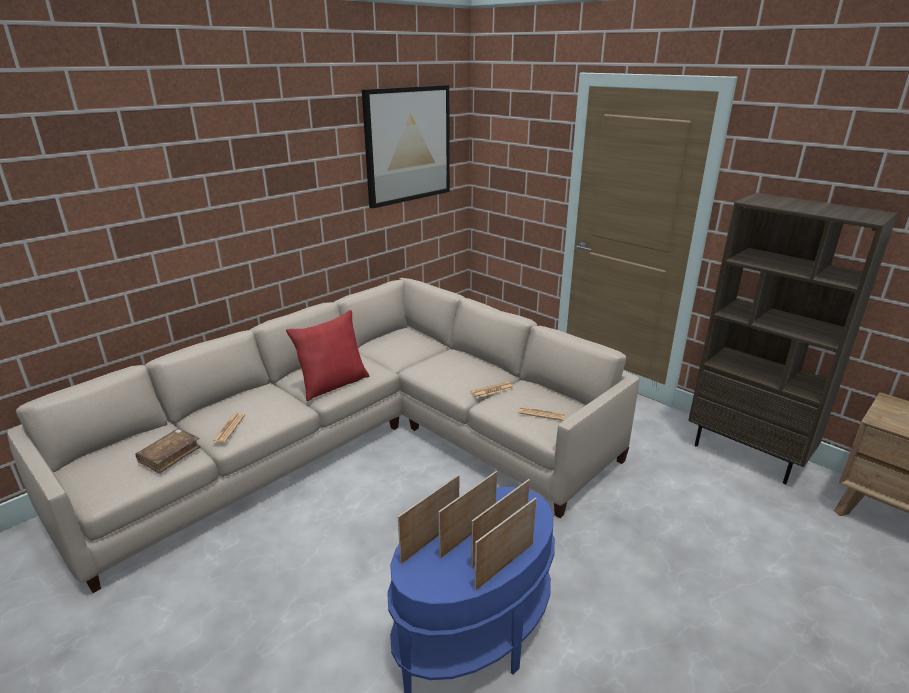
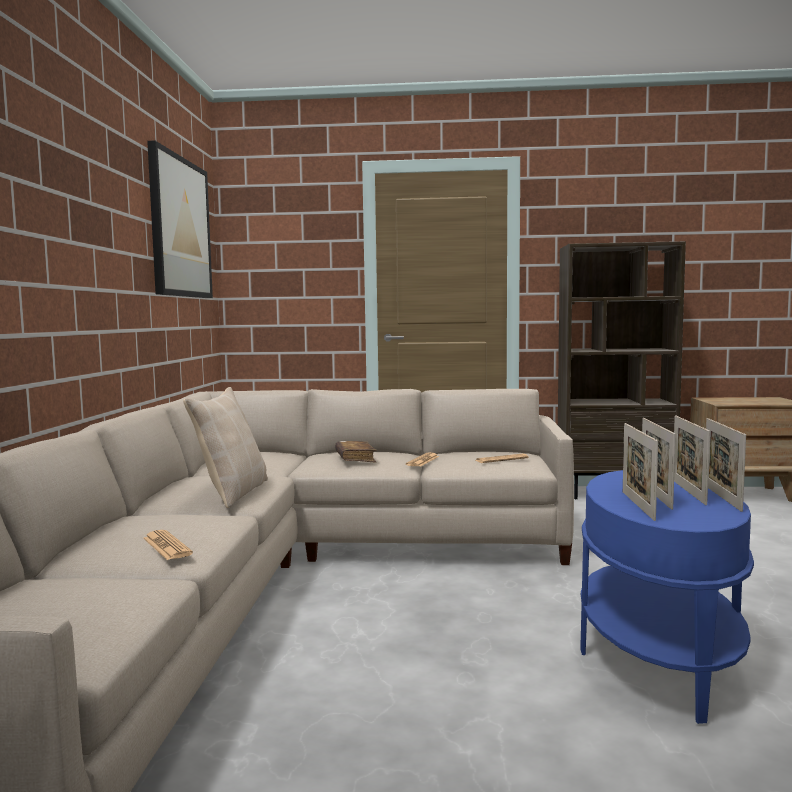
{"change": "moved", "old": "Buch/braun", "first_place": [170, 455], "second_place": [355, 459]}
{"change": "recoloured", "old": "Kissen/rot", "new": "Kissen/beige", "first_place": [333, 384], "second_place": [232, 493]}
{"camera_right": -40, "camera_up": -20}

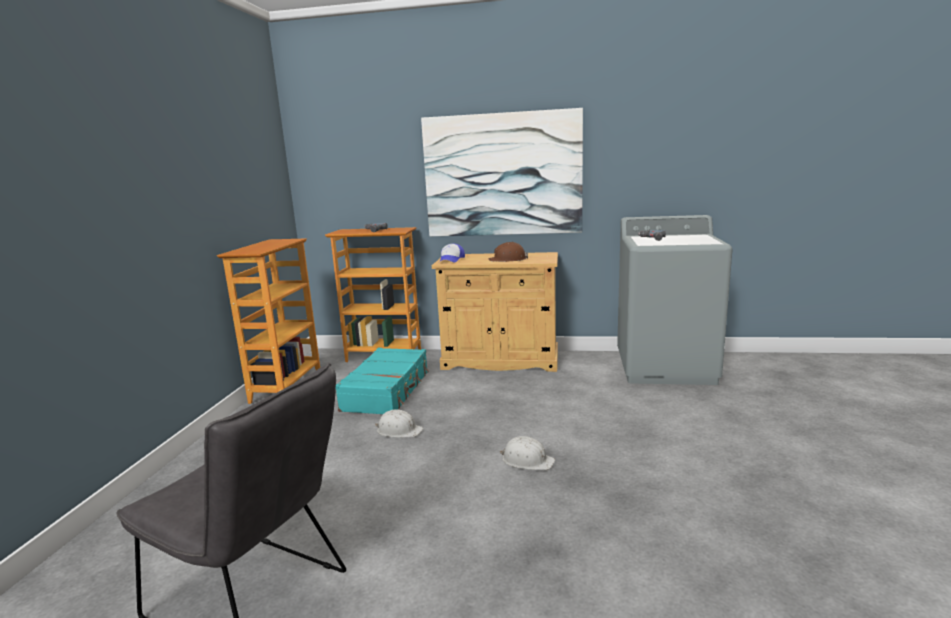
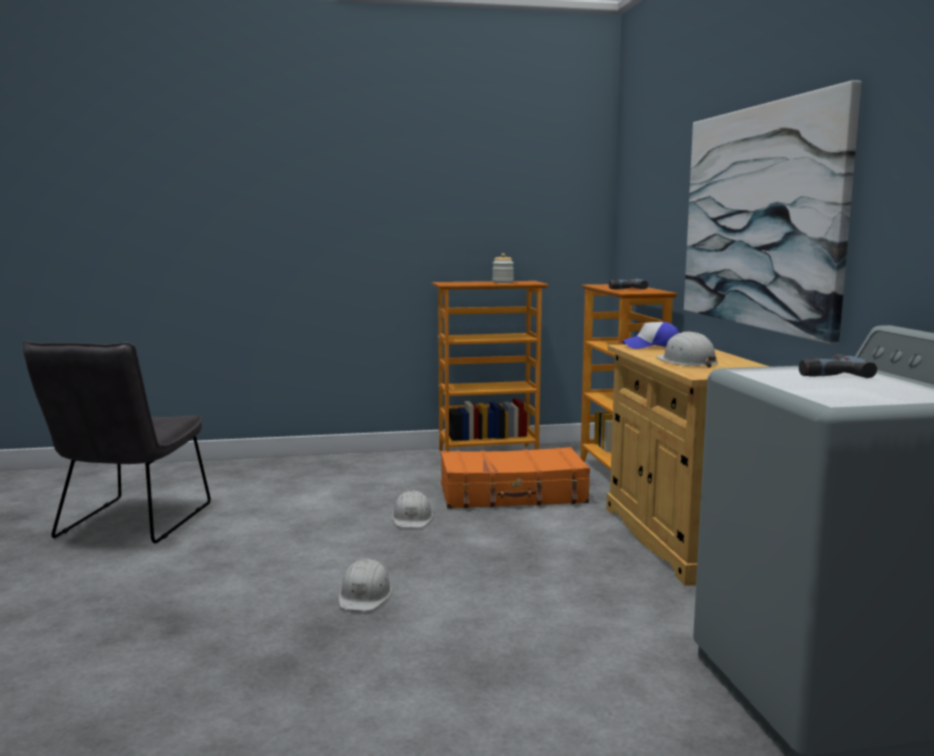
{"change": "recoloured", "old": "Koffer/türkis", "new": "Koffer/orange", "first_place": [387, 391], "second_place": [513, 495]}
{"change": "recoloured", "old": "Schutzhelm/braun", "new": "Schutzhelm/weiß", "first_place": [508, 259], "second_place": [686, 362]}
{"change": "added", "new": "Vorratsglas", "second_place": [502, 282]}
{"camera_right": 70, "camera_up": -5}

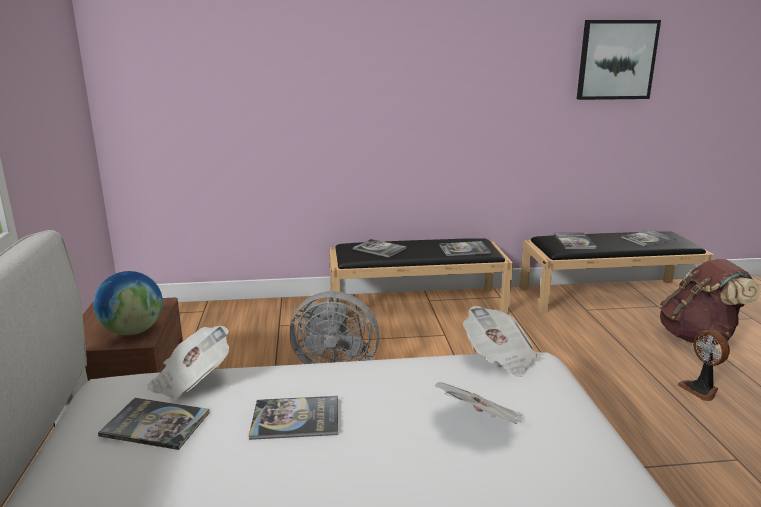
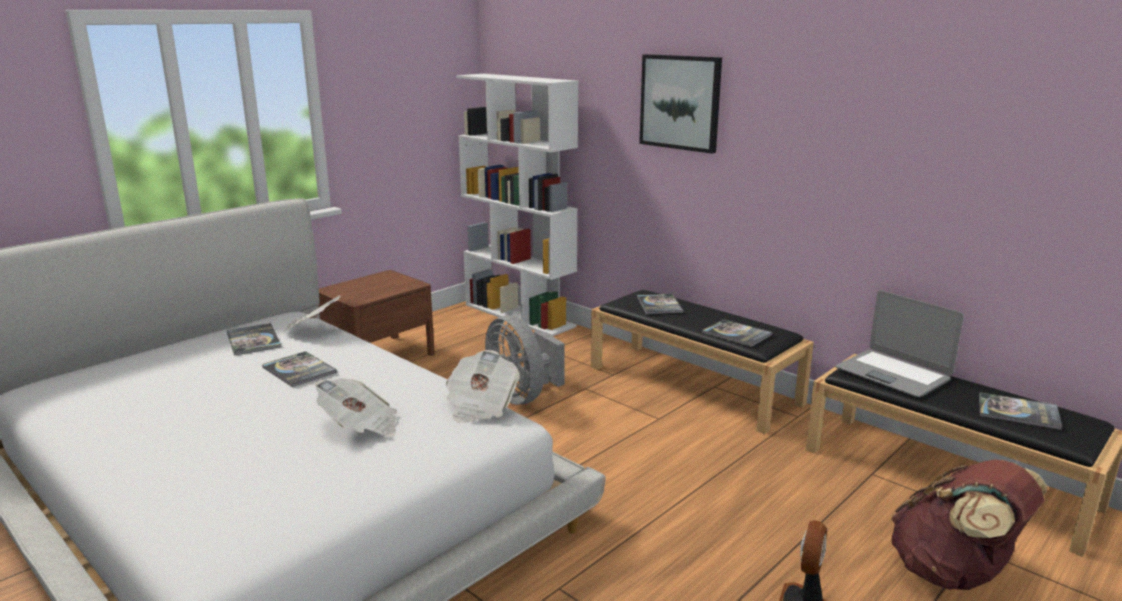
{"change": "removed", "old": "Globus", "first_place": [133, 331]}
{"change": "replaced", "old": "Buch", "new": "Laptop", "first_place": [574, 242], "second_place": [893, 374]}
{"change": "moved", "old": "Bild", "first_place": [616, 60], "second_place": [680, 102]}
{"change": "added", "new": "Bücherregal/weiß", "second_place": [520, 315]}
{"camera_right": 50, "camera_up": 0}

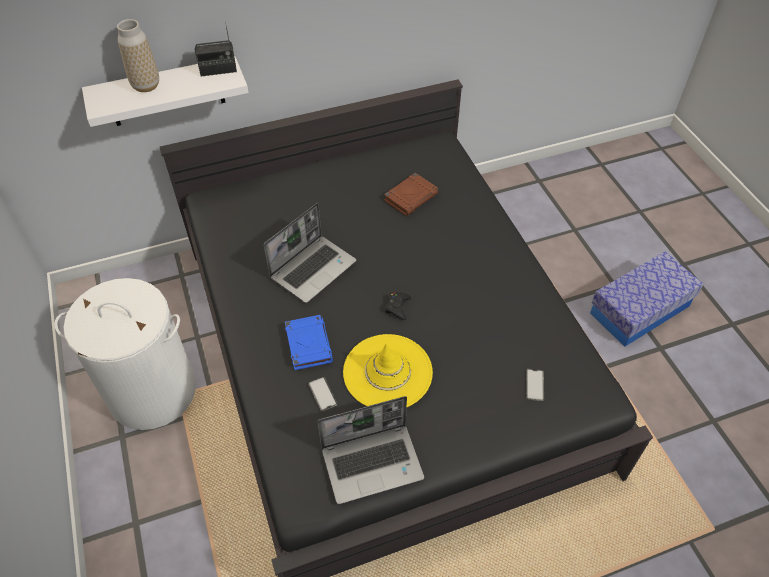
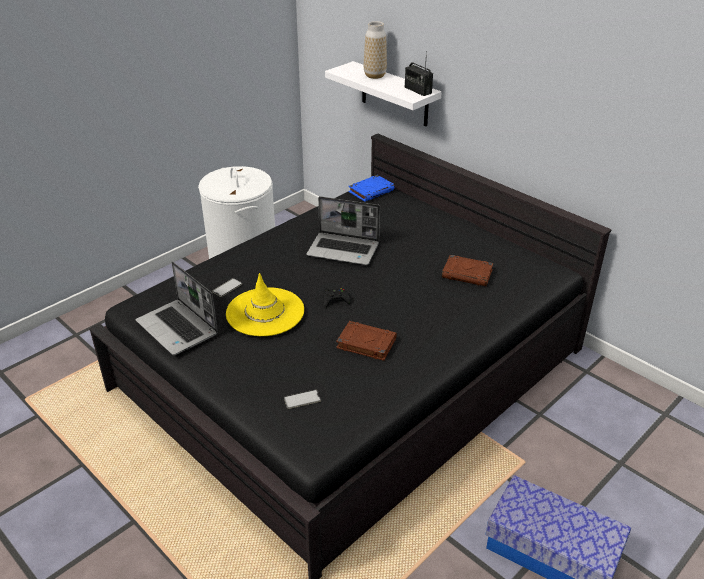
{"change": "moved", "old": "Buch/blau", "first_place": [308, 344], "second_place": [371, 191]}
{"change": "added", "new": "Buch/braun", "second_place": [365, 343]}
{"camera_right": 65, "camera_up": -15}

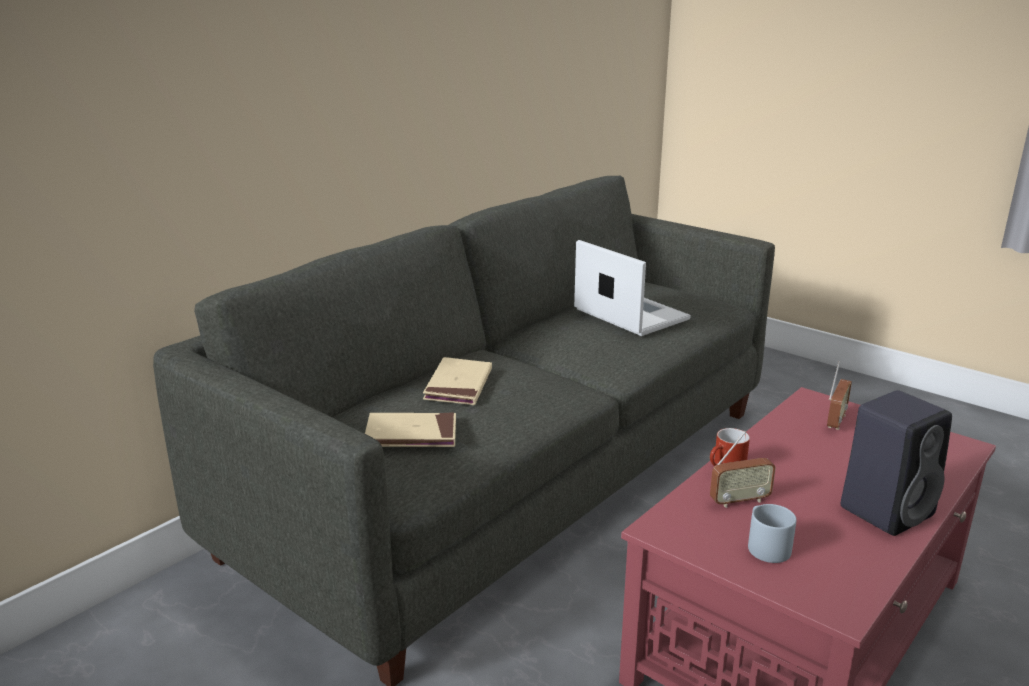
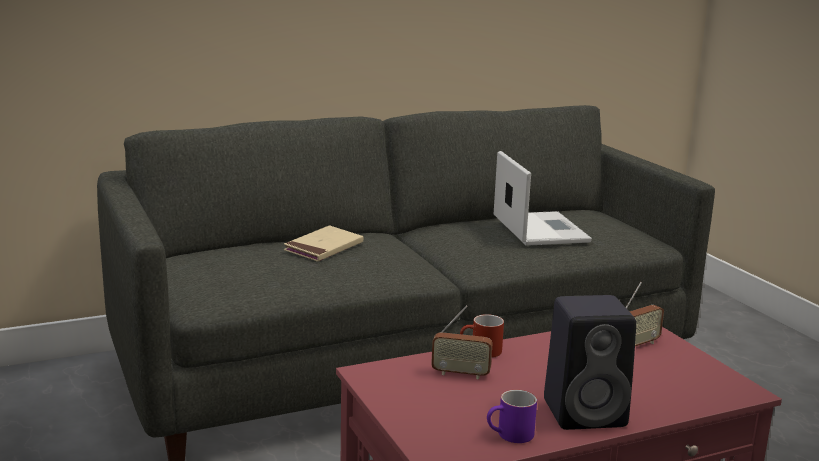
{"change": "removed", "old": "Buch/beige", "first_place": [411, 434]}
{"change": "removed", "old": "Henkelbecher/grau", "first_place": [764, 545]}
{"change": "added", "new": "Henkelbecher/lila", "second_place": [510, 436]}
{"camera_right": 25, "camera_up": -5}

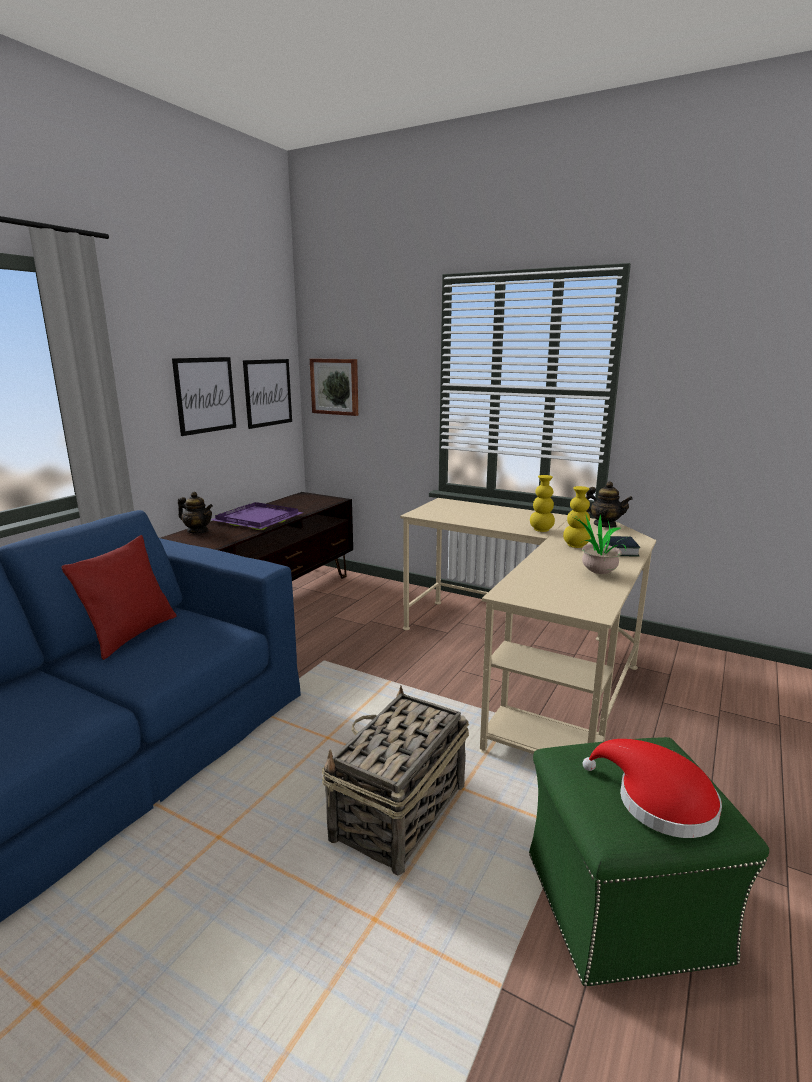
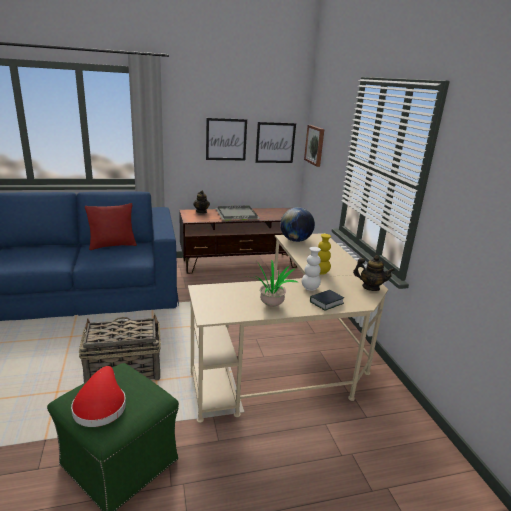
{"change": "recoloured", "old": "Tablett/lila", "new": "Tablett/grau", "first_place": [258, 519], "second_place": [236, 215]}
{"change": "recoloured", "old": "Vase/gelb", "new": "Vase/weiß", "first_place": [575, 546], "second_place": [310, 288]}
{"change": "turned", "old": "Teekanne", "first_place": [604, 525], "second_place": [370, 287], "degrees": -60}
{"change": "added", "new": "Globus", "second_place": [295, 240]}
{"camera_right": 45, "camera_up": 5}

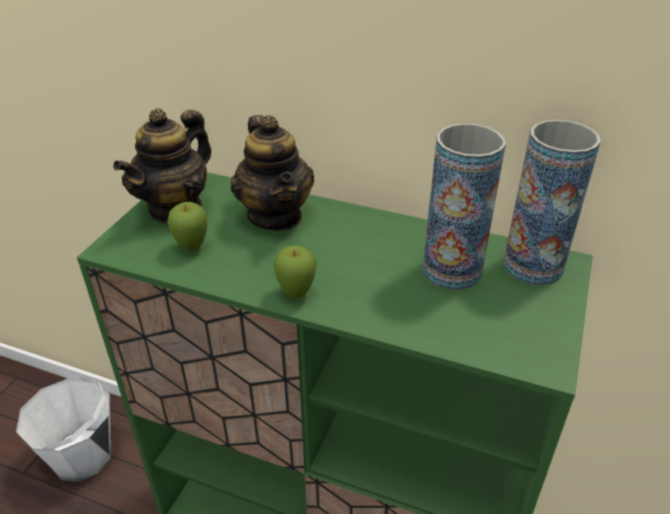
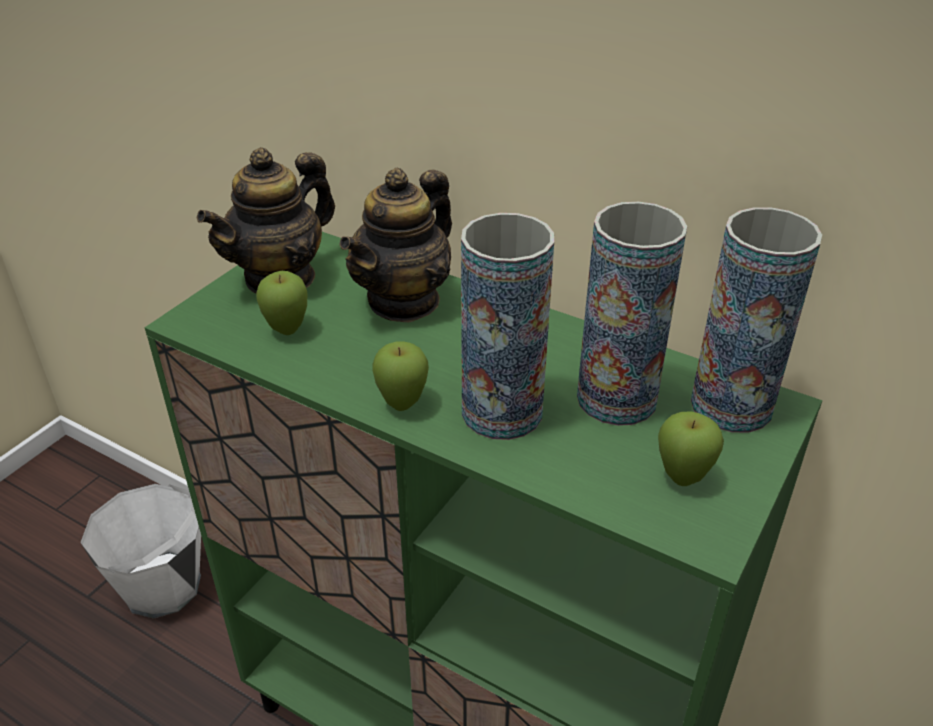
{"change": "turned", "old": "Teekanne", "first_place": [276, 216], "second_place": [404, 301], "degrees": 45}
{"change": "added", "new": "Vase", "second_place": [502, 412]}
{"change": "added", "new": "Apfel", "second_place": [682, 478]}
{"camera_right": 10, "camera_up": 0}

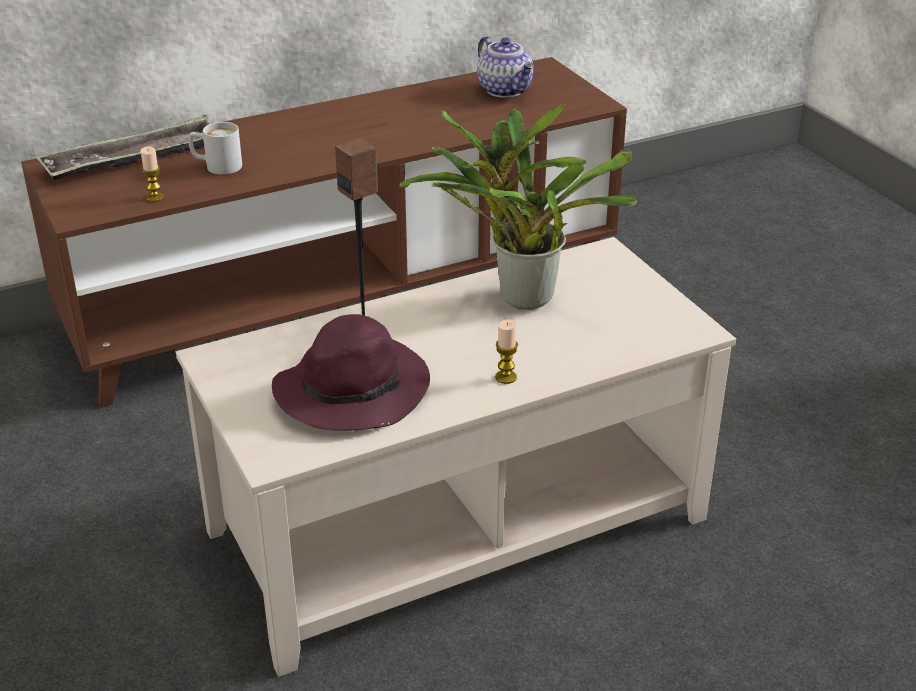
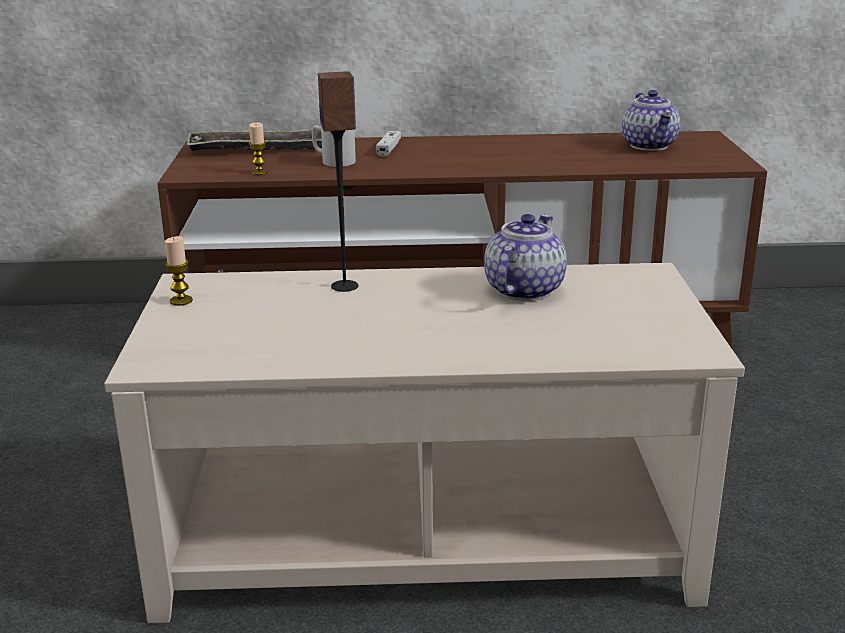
{"change": "removed", "old": "Hut/lila", "first_place": [353, 389]}
{"change": "replaced", "old": "Topfpflanze", "new": "Teekanne", "first_place": [519, 296], "second_place": [523, 290]}
{"change": "moved", "old": "Kerze", "first_place": [506, 377], "second_place": [181, 301]}
{"change": "added", "new": "Gamepad/weiß", "second_place": [389, 149]}
{"camera_right": 25, "camera_up": -10}

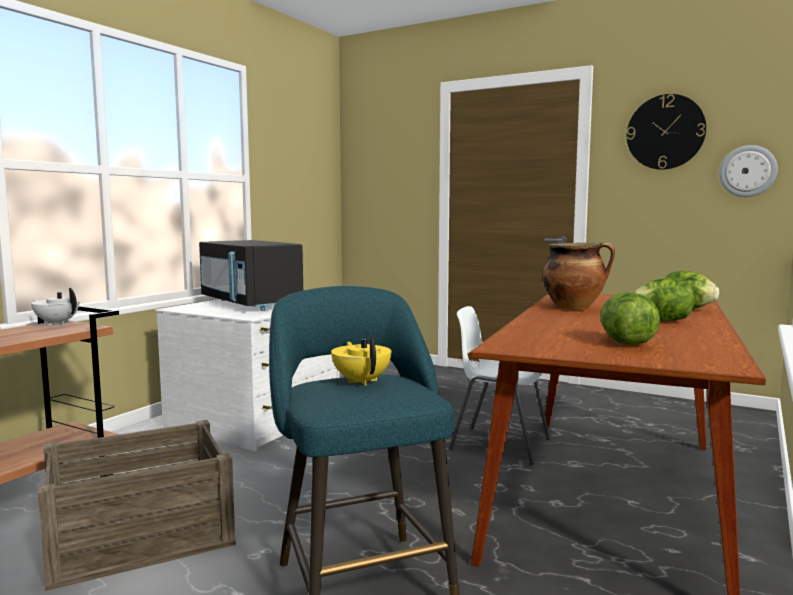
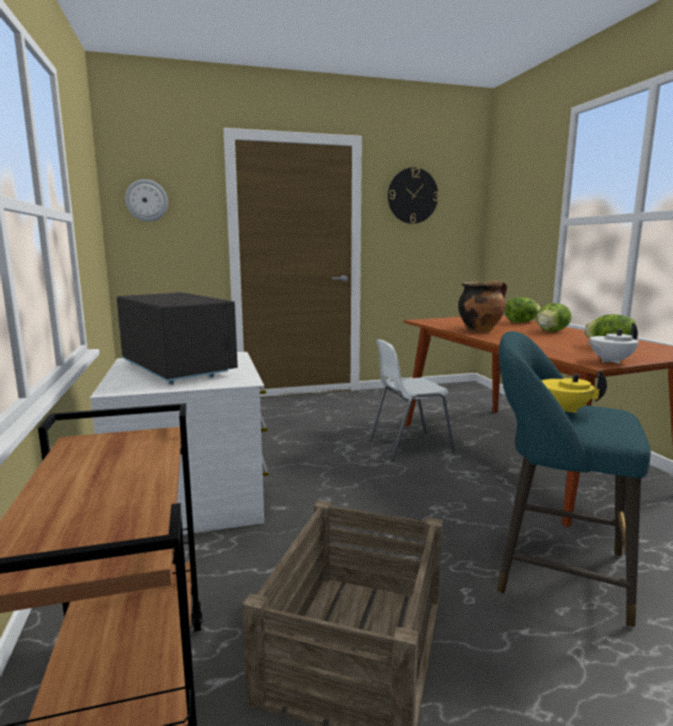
{"change": "moved", "old": "Teekanne/weiß", "first_place": [57, 323], "second_place": [610, 361]}
{"change": "turned", "old": "Mikrowelle/schwarz", "first_place": [250, 304], "second_place": [177, 369], "degrees": -135}
{"change": "moved", "old": "Wanduhr", "first_place": [747, 171], "second_place": [146, 200]}
{"camera_right": -45, "camera_up": 5}

